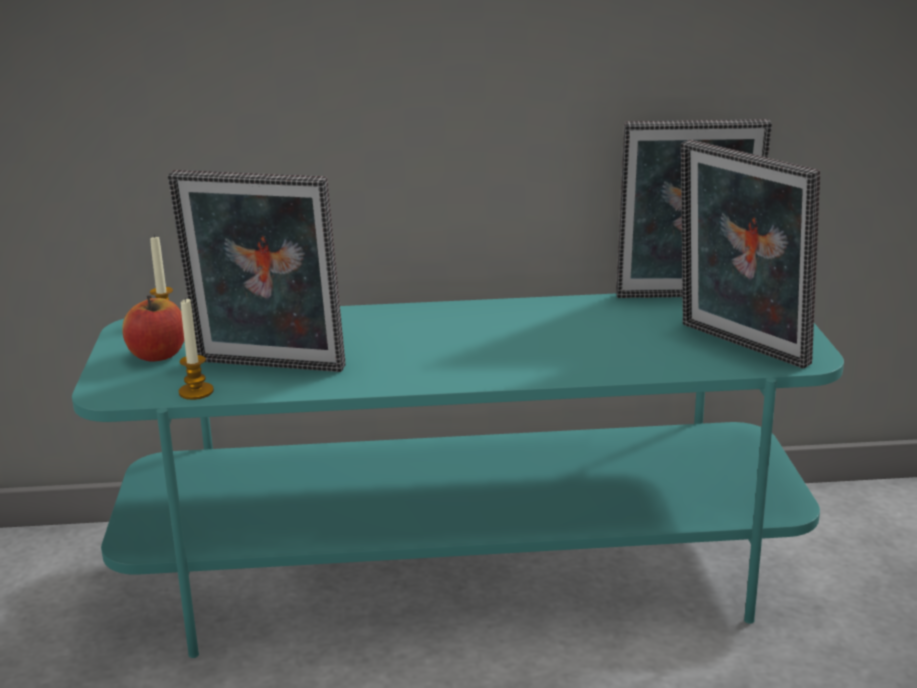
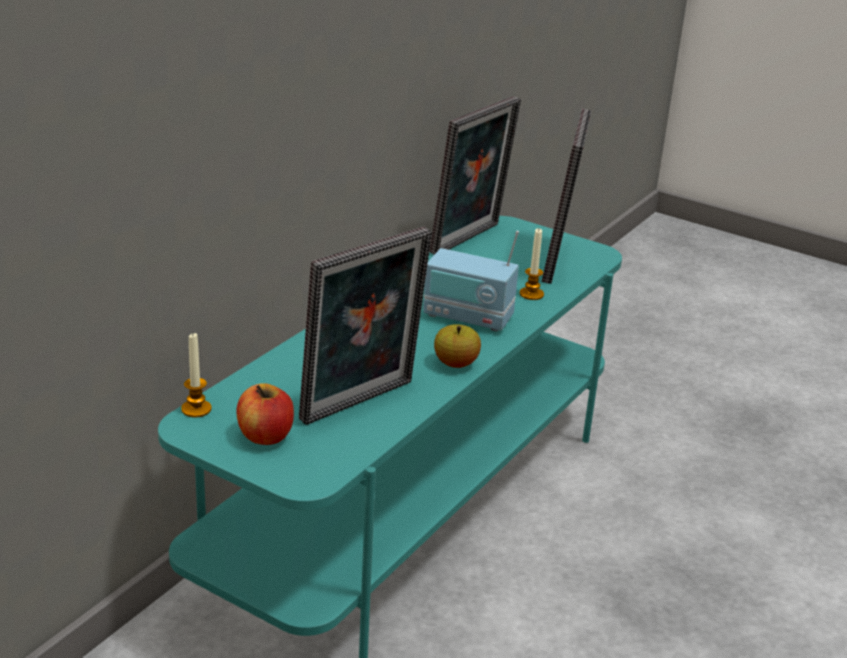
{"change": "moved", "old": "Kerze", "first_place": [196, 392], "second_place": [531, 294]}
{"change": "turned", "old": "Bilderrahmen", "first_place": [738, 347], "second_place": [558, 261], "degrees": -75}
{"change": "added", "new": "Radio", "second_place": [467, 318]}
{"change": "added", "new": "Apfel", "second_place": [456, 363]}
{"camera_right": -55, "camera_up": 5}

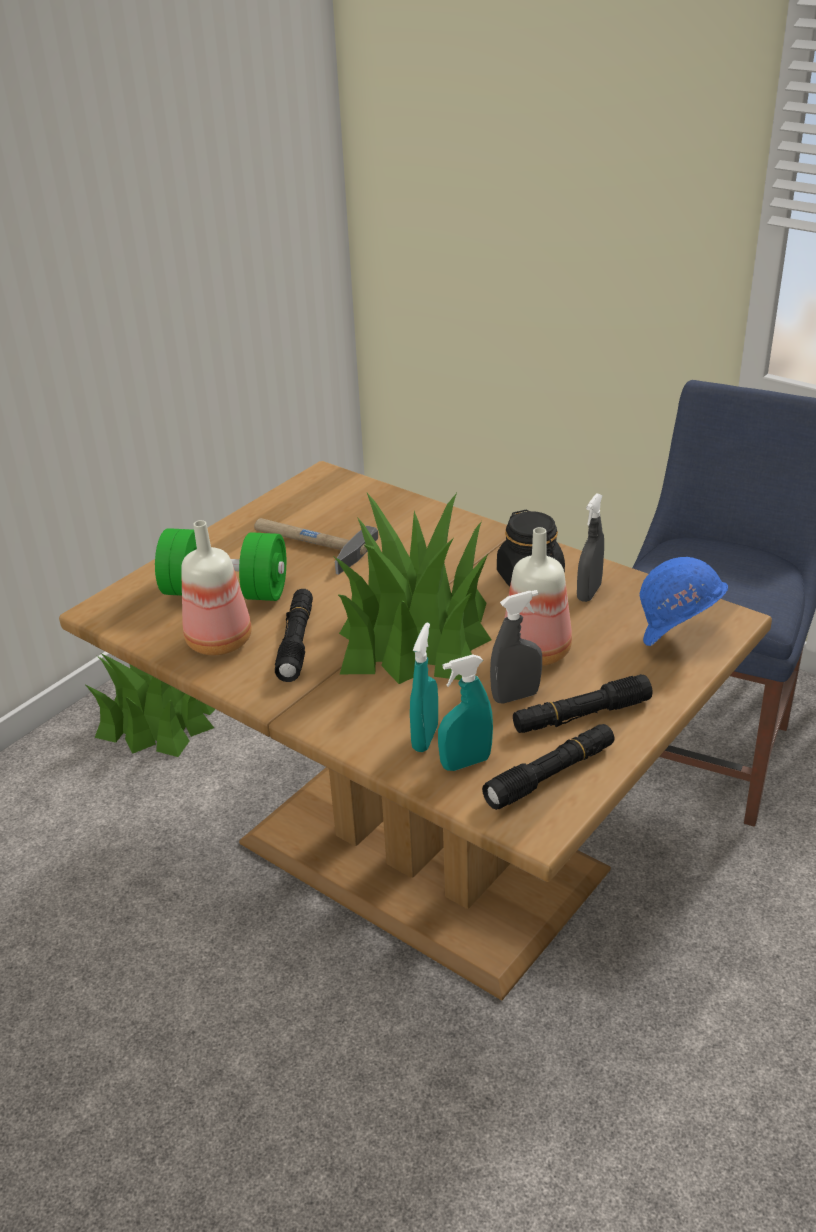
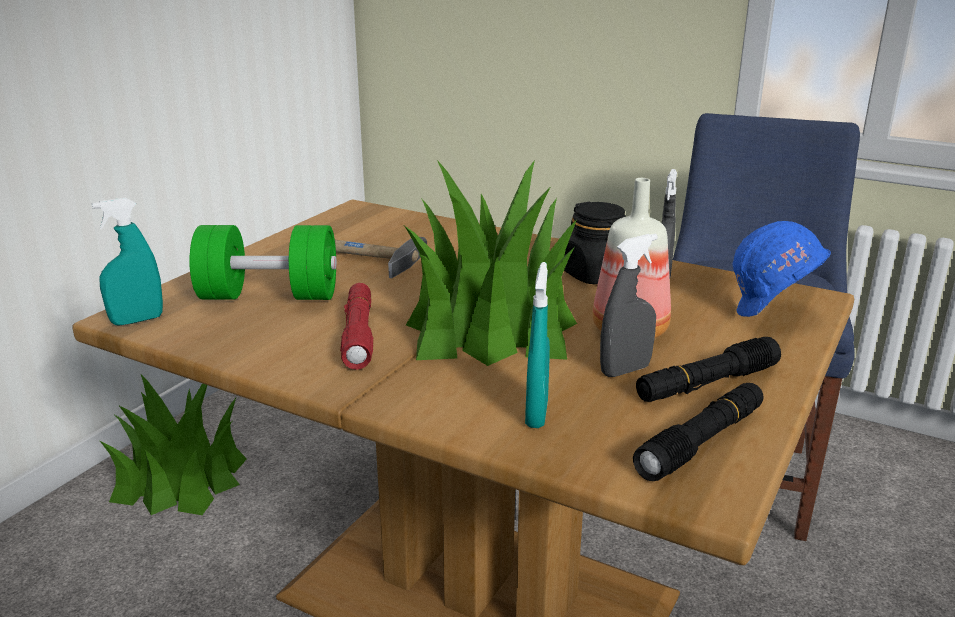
{"change": "removed", "old": "Flasche", "first_place": [220, 640]}
{"change": "recoloured", "old": "Taschenlampe/schwarz", "new": "Taschenlampe/rot", "first_place": [296, 642], "second_place": [359, 335]}
{"change": "moved", "old": "Sprühflasche/türkis", "first_place": [465, 762], "second_place": [137, 320]}
{"camera_right": -10, "camera_up": -10}

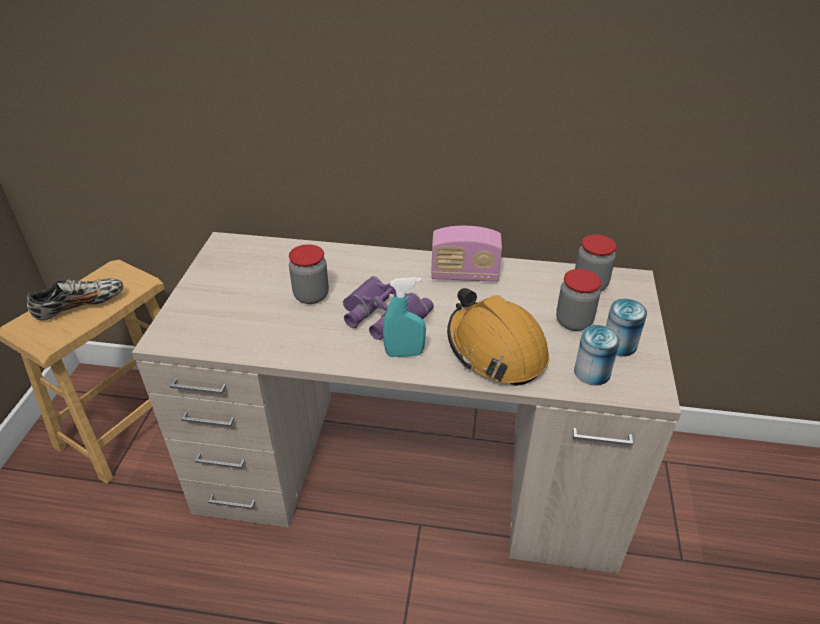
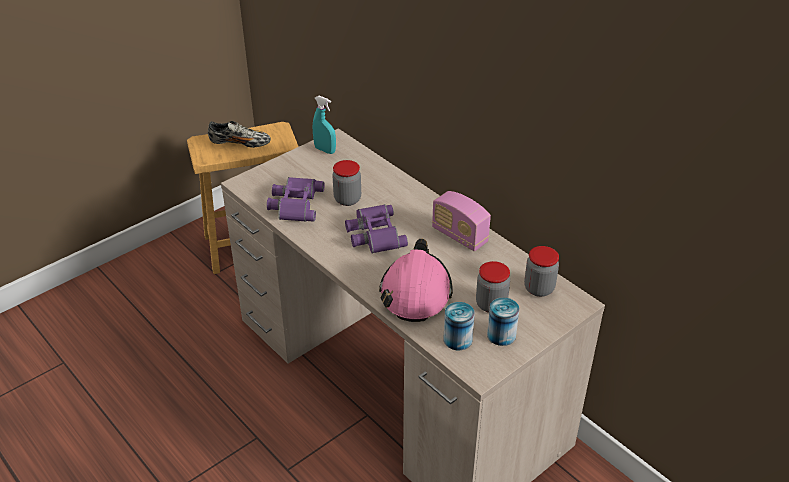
{"change": "moved", "old": "Sprühflasche/türkis", "first_place": [404, 353], "second_place": [325, 150]}
{"change": "recoloured", "old": "Schutzhelm/orange", "new": "Schutzhelm/rosa", "first_place": [495, 349], "second_place": [415, 292]}
{"change": "added", "new": "Fernglas/lila", "second_place": [295, 203]}
{"camera_right": 40, "camera_up": 0}

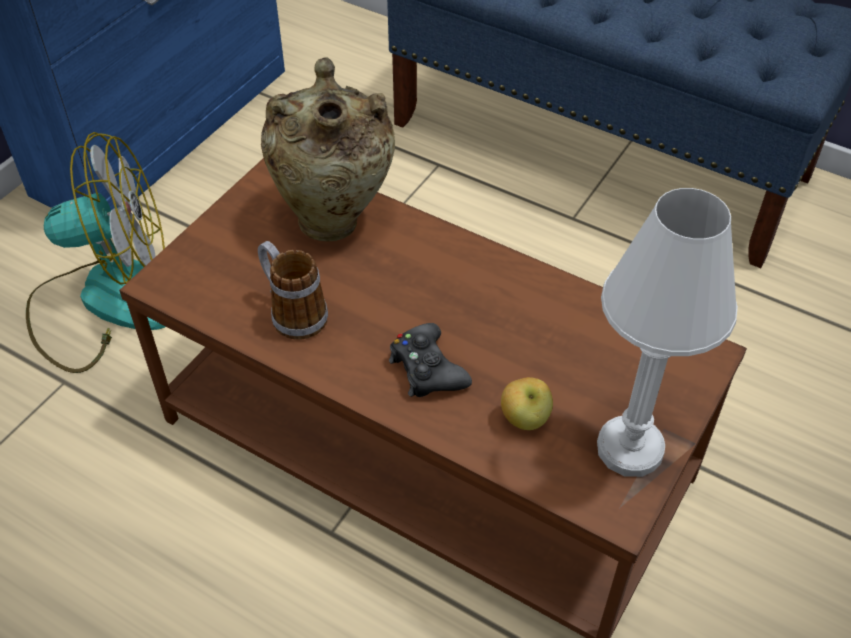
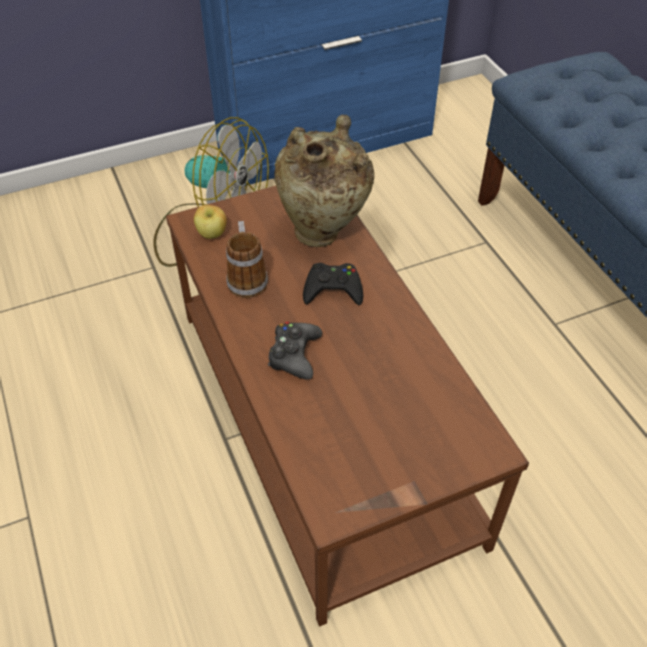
{"change": "moved", "old": "Apfel", "first_place": [525, 419], "second_place": [212, 234]}
{"change": "removed", "old": "Tischlampe/weiß", "first_place": [630, 449]}
{"change": "added", "new": "Gamepad/schwarz", "second_place": [333, 289]}
{"camera_right": 35, "camera_up": 0}

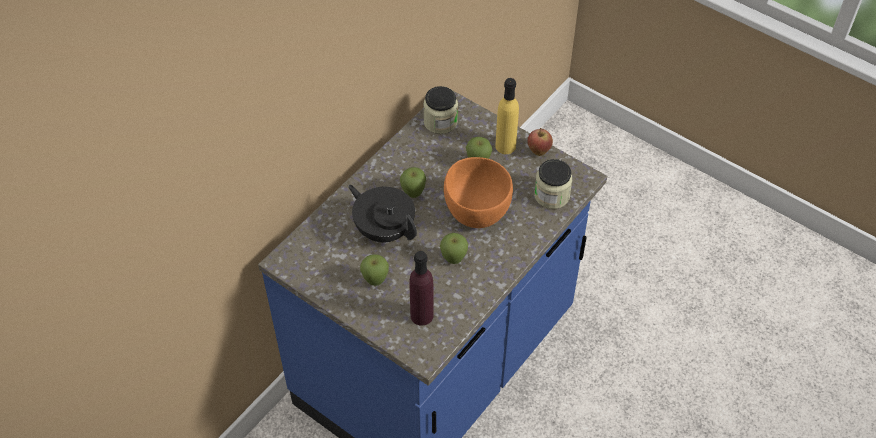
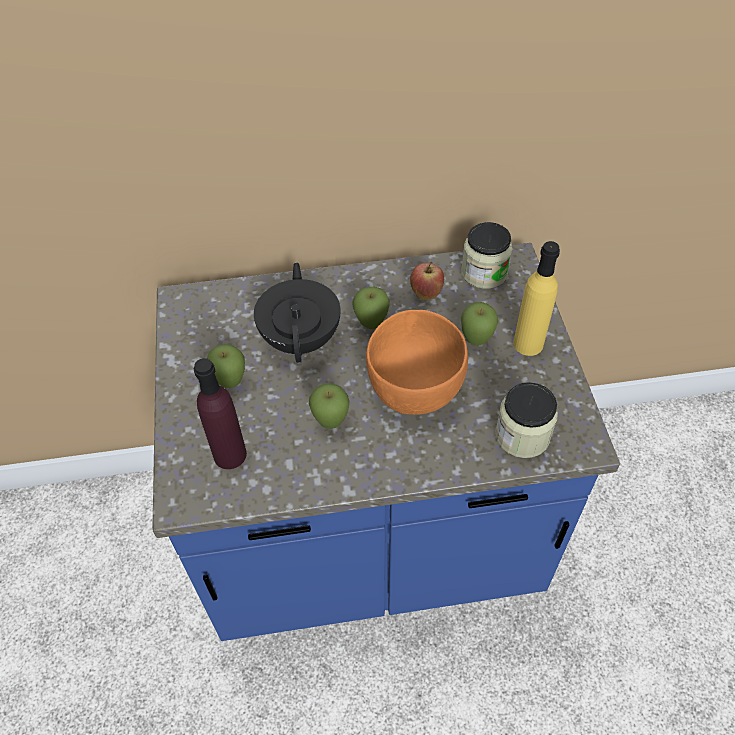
{"change": "moved", "old": "Apfel", "first_place": [538, 151], "second_place": [426, 294]}
{"camera_right": 45, "camera_up": 0}

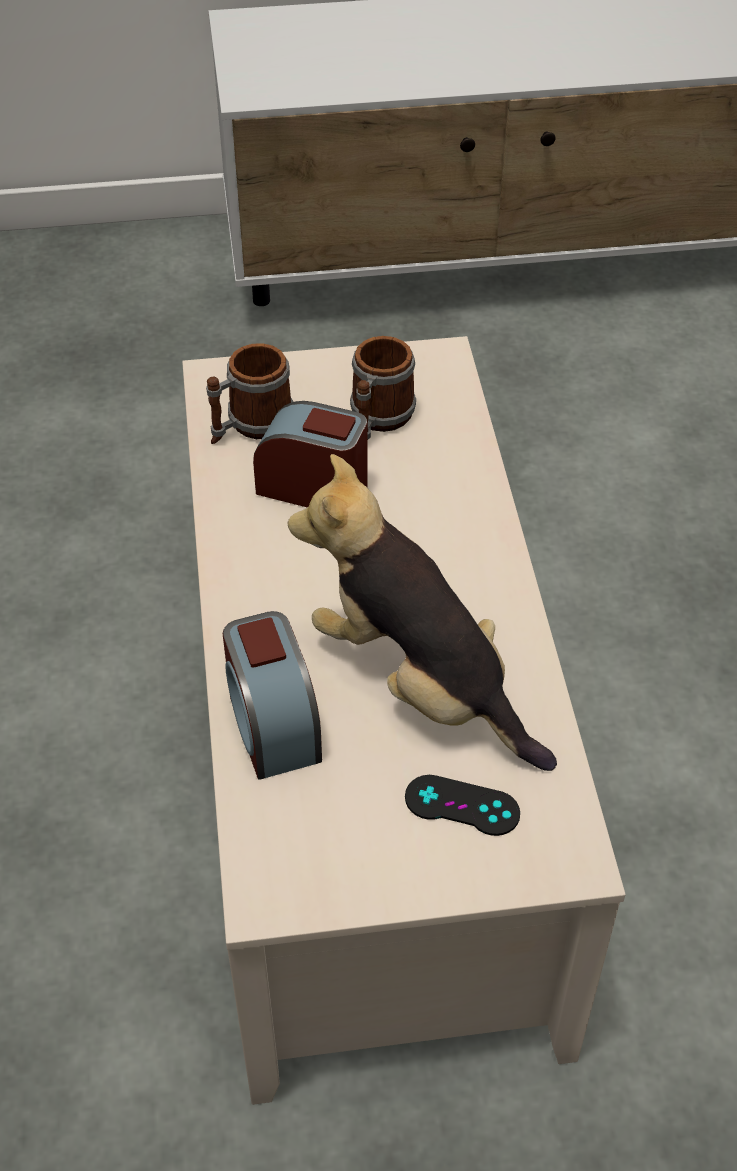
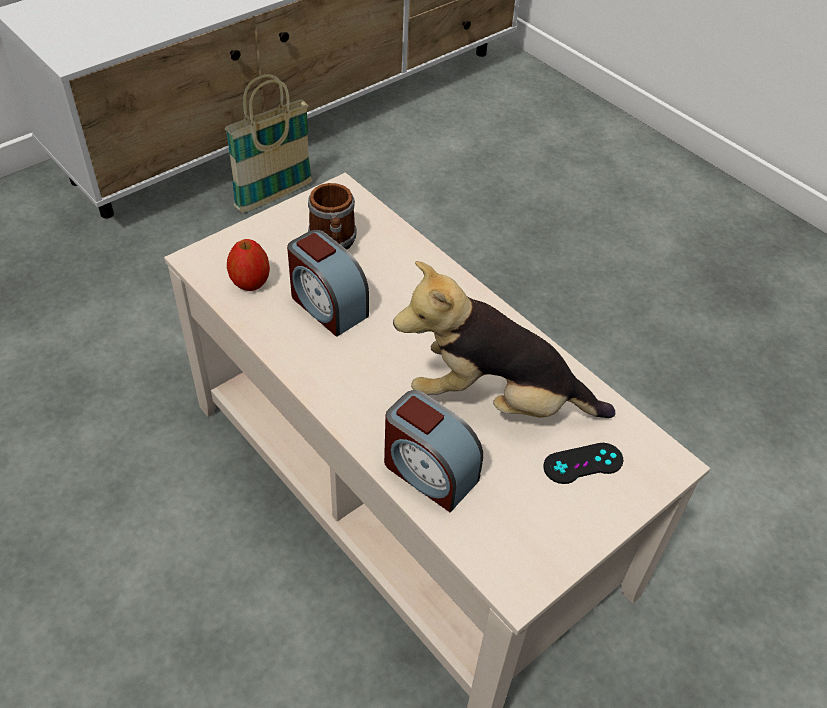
{"change": "replaced", "old": "Henkelbecher", "new": "Apfel", "first_place": [250, 426], "second_place": [250, 282]}
{"change": "turned", "old": "Wecker", "first_place": [314, 487], "second_place": [327, 305], "degrees": -120}
{"change": "added", "new": "Korb", "second_place": [274, 196]}
{"camera_right": -35, "camera_up": 0}

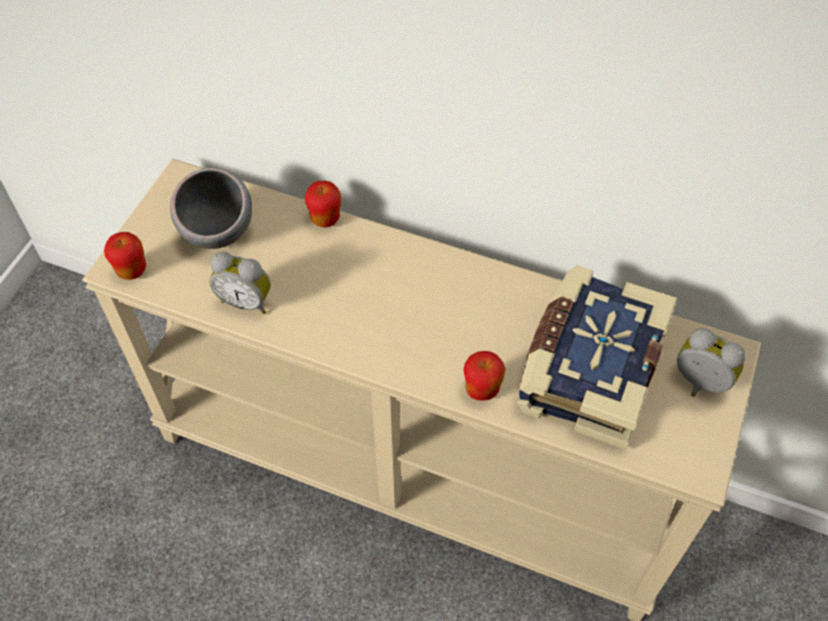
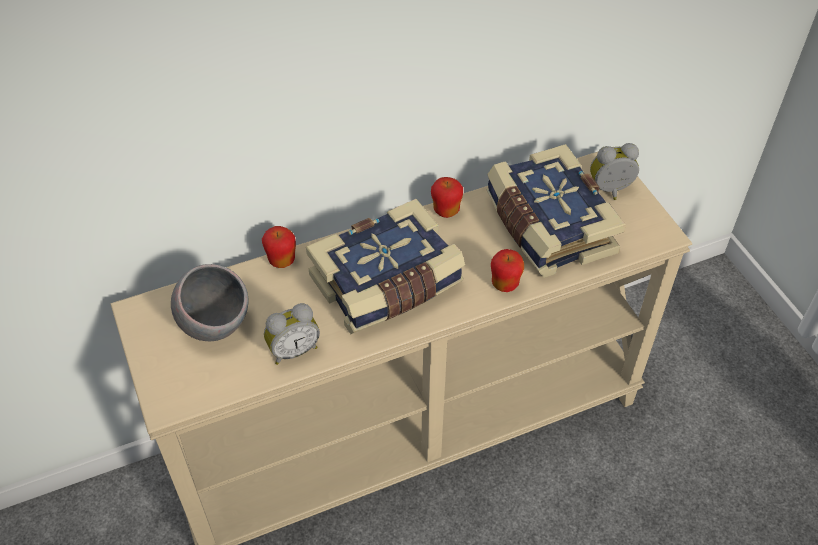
{"change": "moved", "old": "Apfel", "first_place": [132, 271], "second_place": [446, 211]}
{"change": "added", "new": "Buch", "second_place": [387, 285]}
{"camera_right": -45, "camera_up": -5}

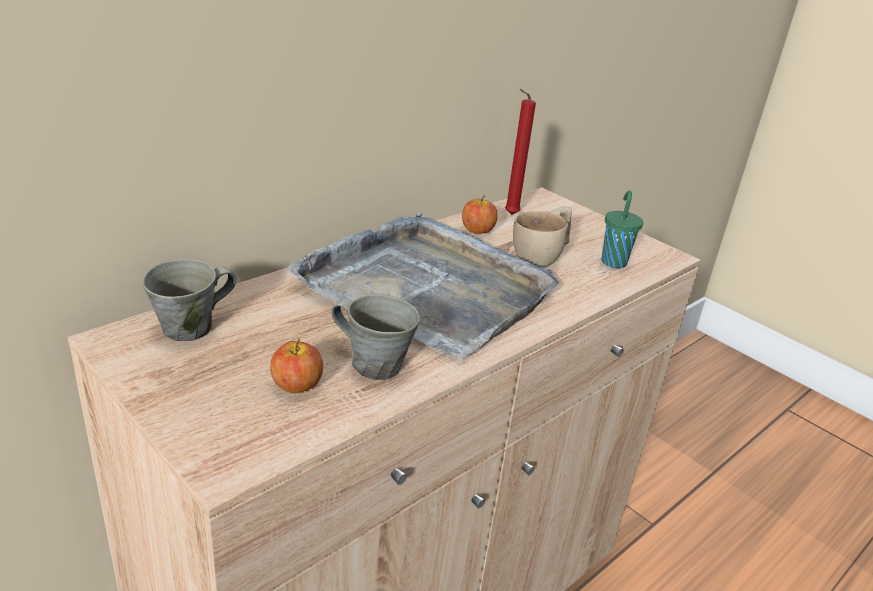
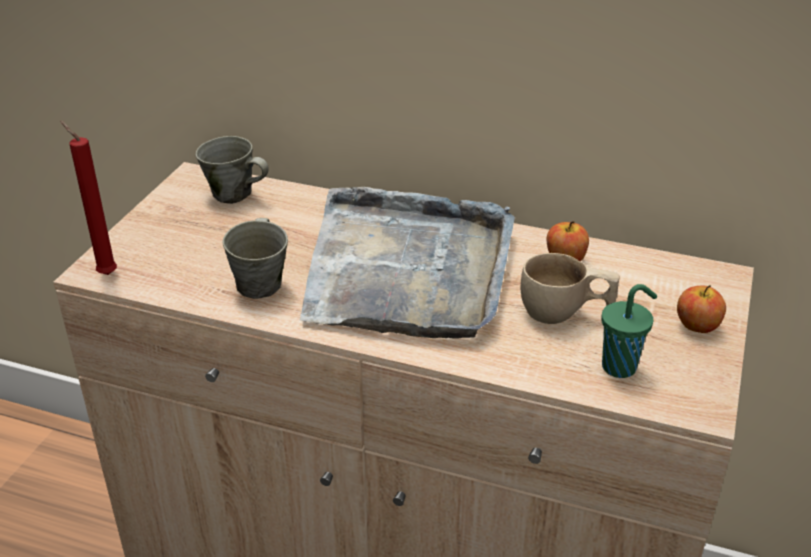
{"change": "moved", "old": "Apfel", "first_place": [297, 386], "second_place": [697, 326]}
{"change": "moved", "old": "Kerze/rot", "first_place": [509, 215], "second_place": [105, 273]}
{"camera_right": 65, "camera_up": 5}

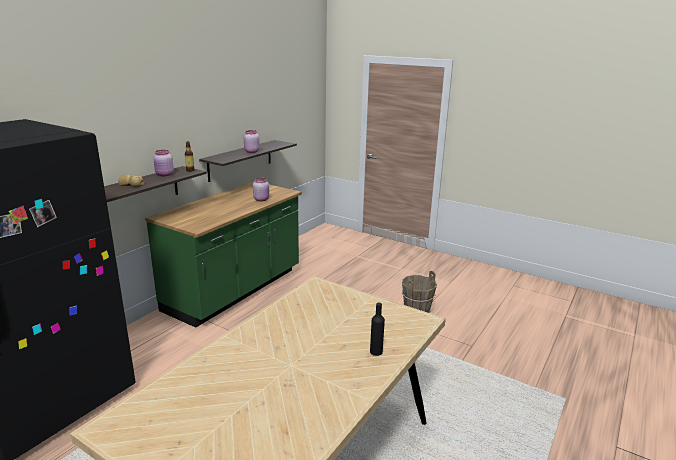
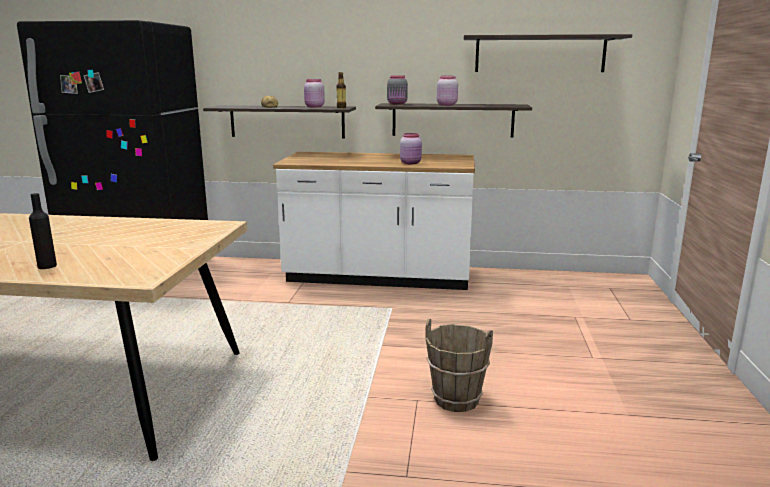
{"change": "recoloured", "old": "Küchenzeile/grün", "new": "Küchenzeile/weiß", "first_place": [235, 290], "second_place": [378, 277]}
{"change": "added", "new": "Vorratsglas/grau", "second_place": [397, 104]}
{"change": "added", "new": "Wandregal", "second_place": [539, 54]}
{"camera_right": 65, "camera_up": -5}

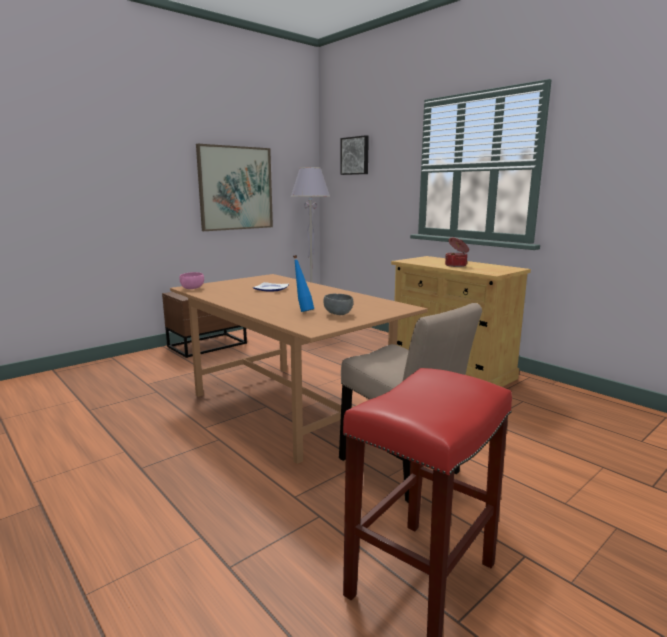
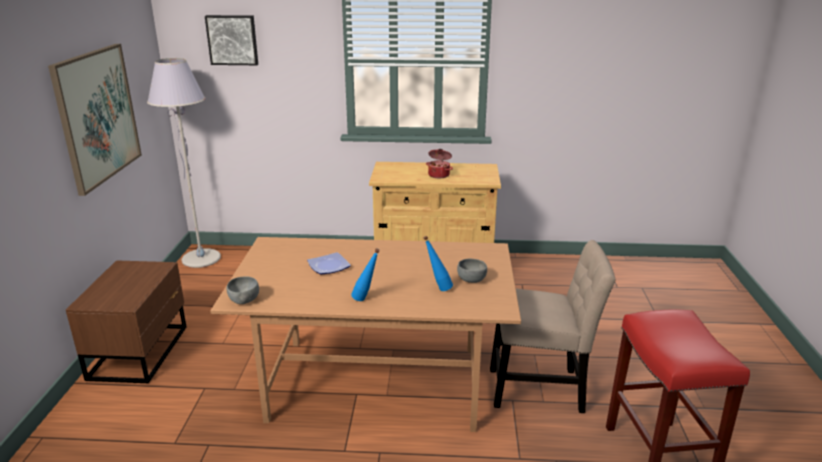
{"change": "recoloured", "old": "Schüssel/rosa", "new": "Schüssel/grau", "first_place": [192, 288], "second_place": [244, 300]}
{"change": "added", "new": "Flasche/blau", "second_place": [366, 300]}
{"camera_right": -45, "camera_up": 10}

